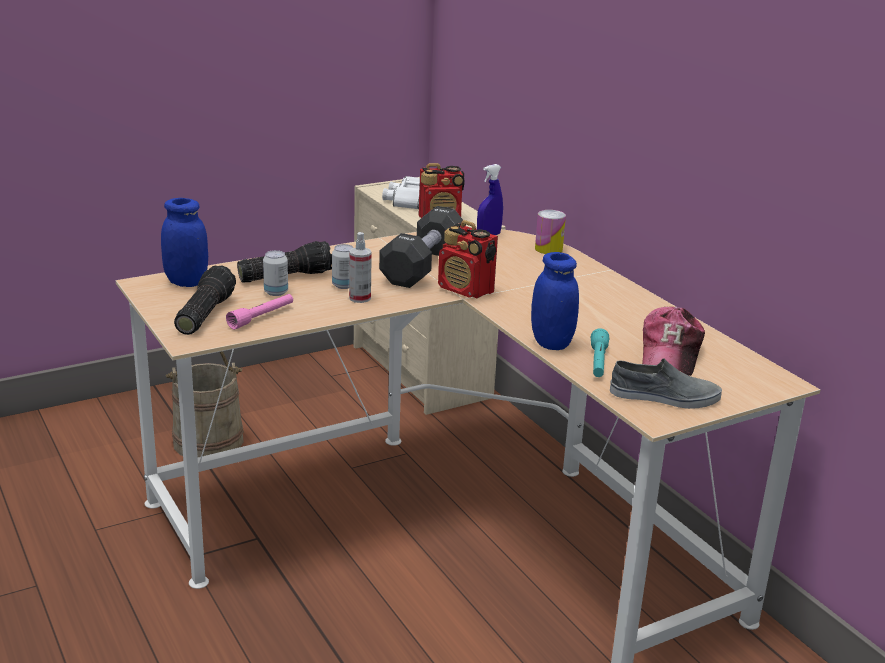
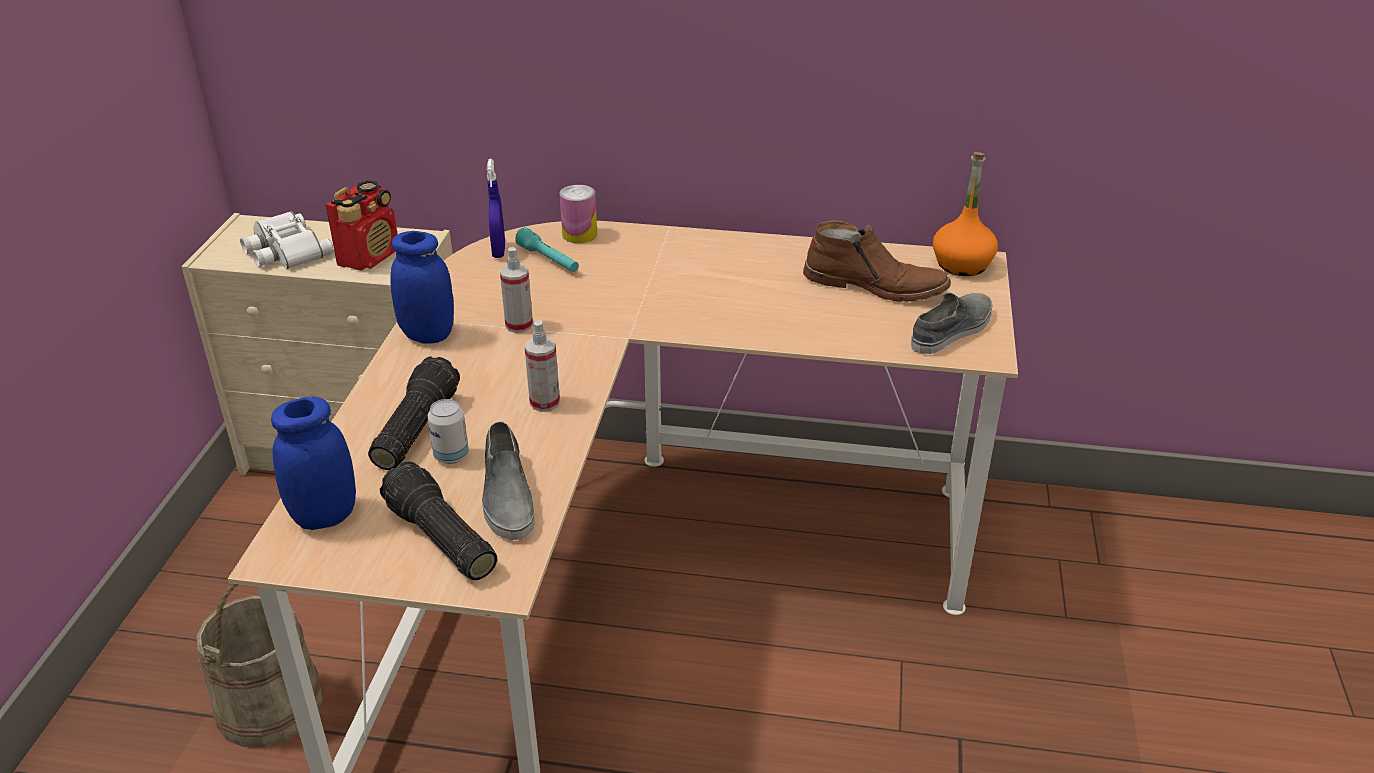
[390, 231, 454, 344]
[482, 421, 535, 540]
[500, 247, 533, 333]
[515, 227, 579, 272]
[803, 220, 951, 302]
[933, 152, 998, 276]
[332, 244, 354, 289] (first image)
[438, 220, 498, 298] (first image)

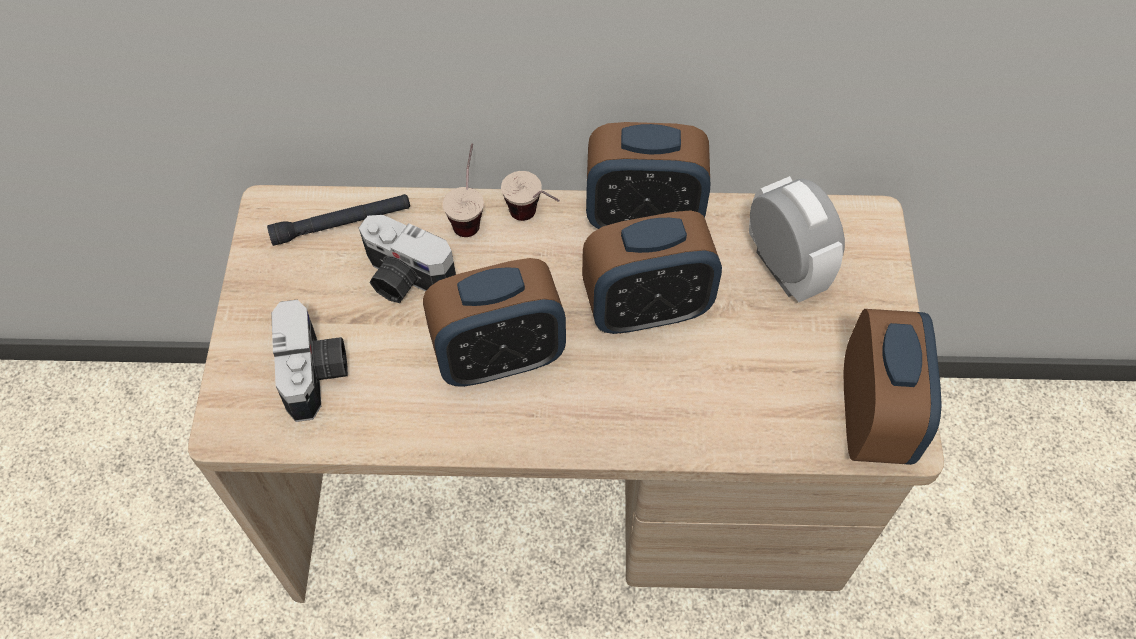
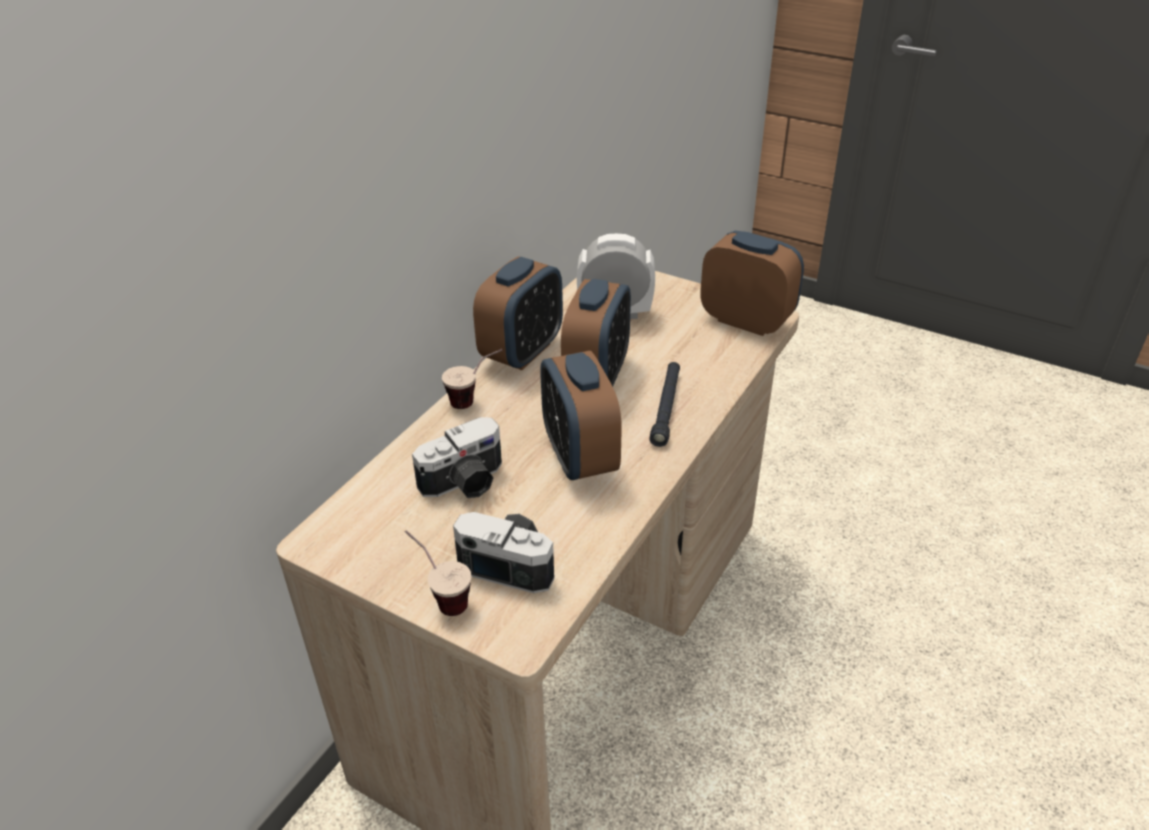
[405, 530, 471, 616]
[540, 351, 622, 480]
[649, 362, 680, 447]

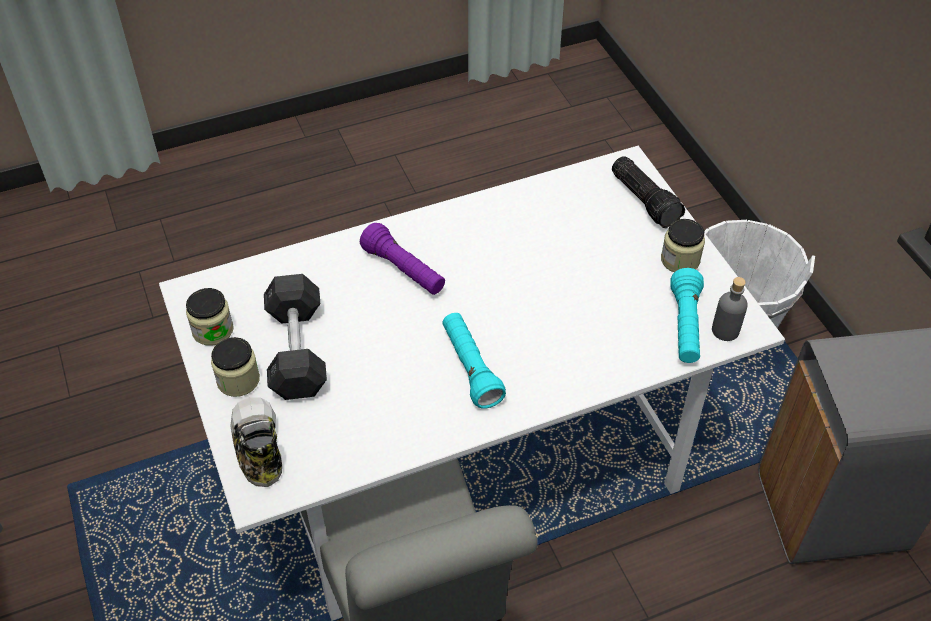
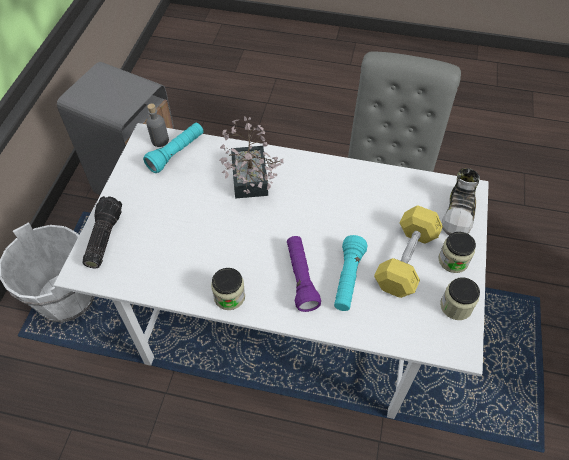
[211, 268, 245, 310]
[220, 116, 284, 199]
[334, 235, 367, 311]
[374, 205, 443, 298]

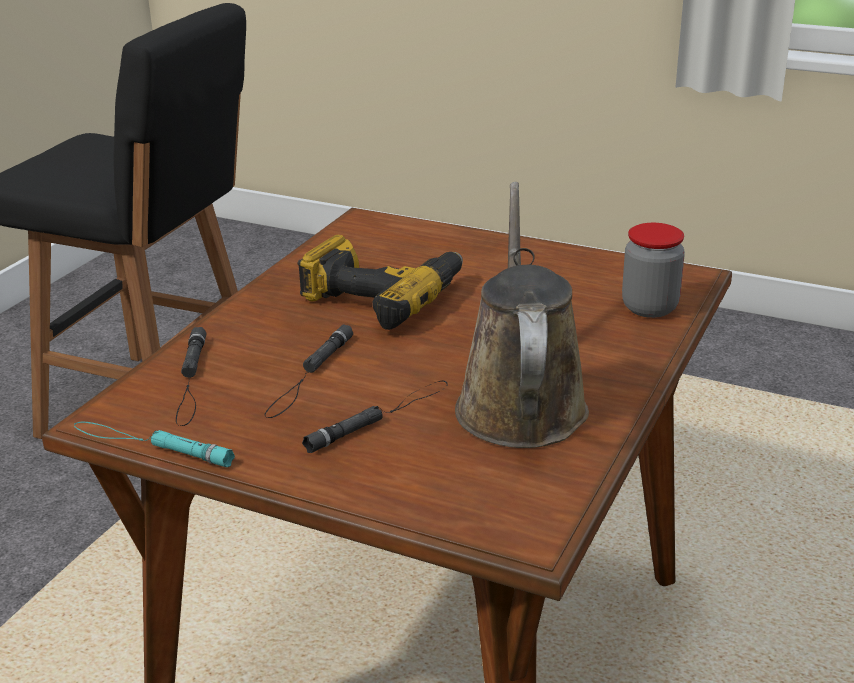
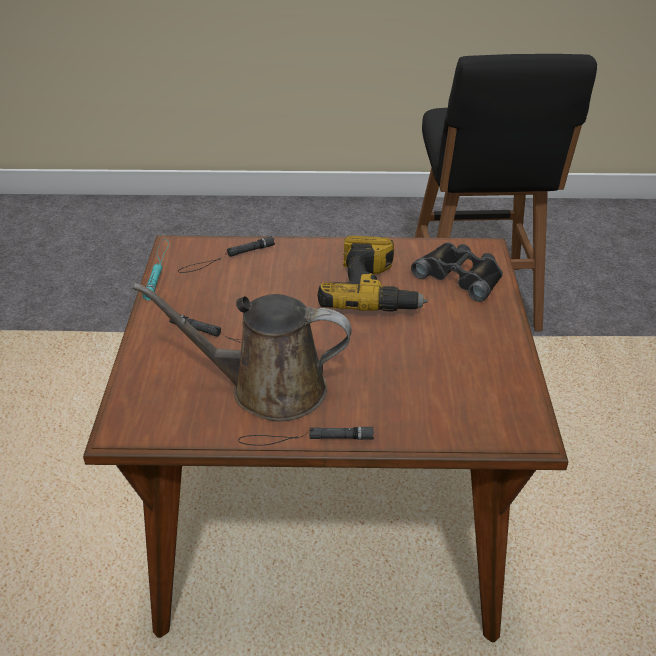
[133, 283, 352, 421]
[238, 426, 374, 446]
[411, 242, 503, 302]
[622, 223, 685, 318] (first image)

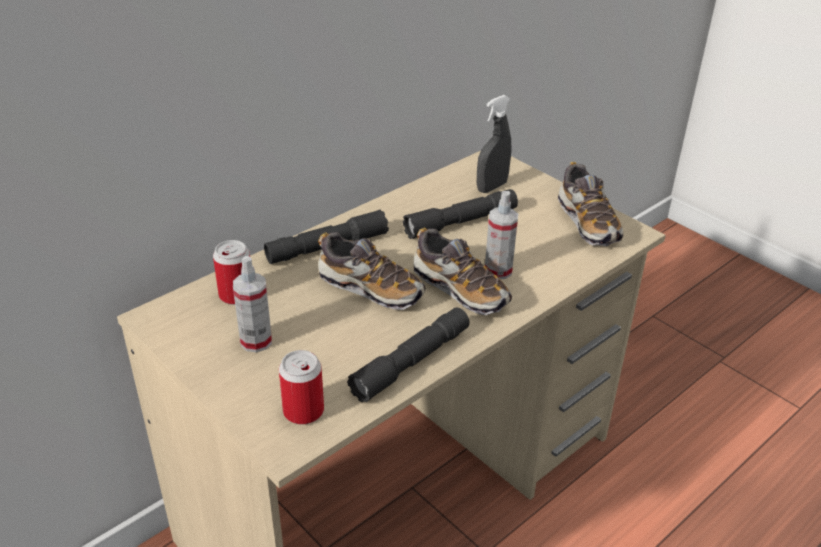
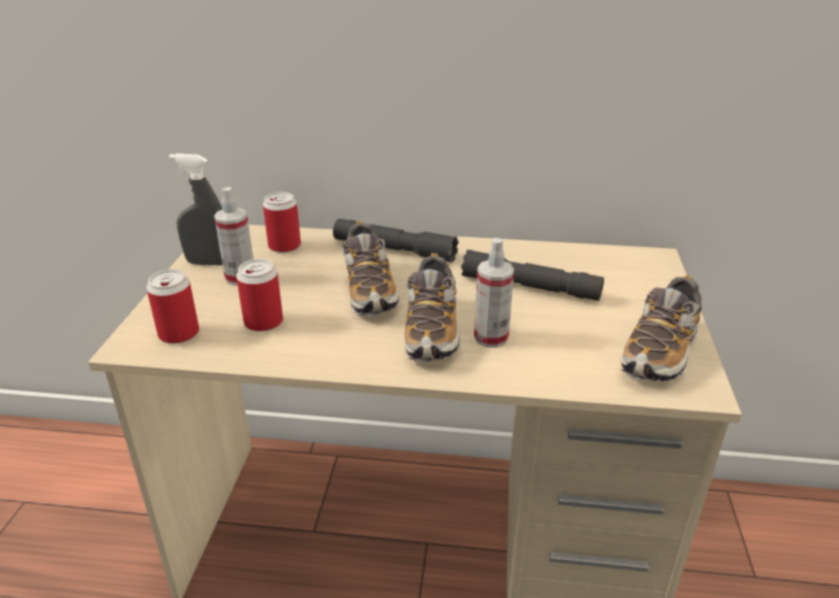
[169, 153, 223, 266]
[236, 259, 283, 332]
[347, 307, 470, 402] (first image)

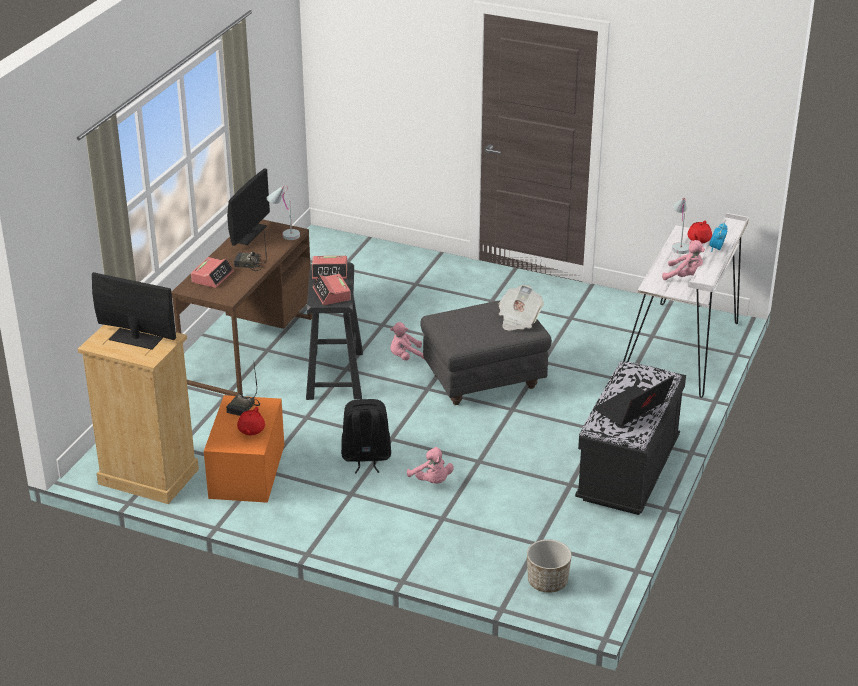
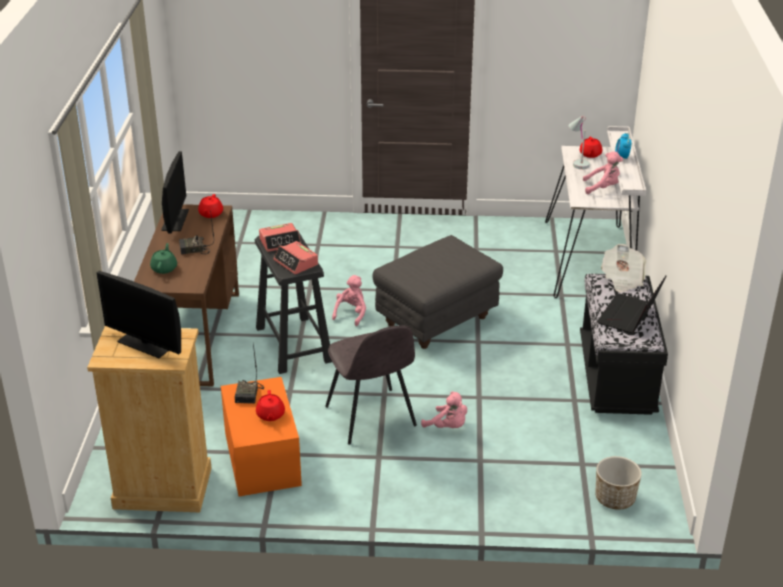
[96, 271, 181, 358]
[150, 243, 177, 274]
[198, 194, 223, 218]
[325, 325, 417, 445]
[332, 275, 366, 326]
[601, 244, 646, 292]

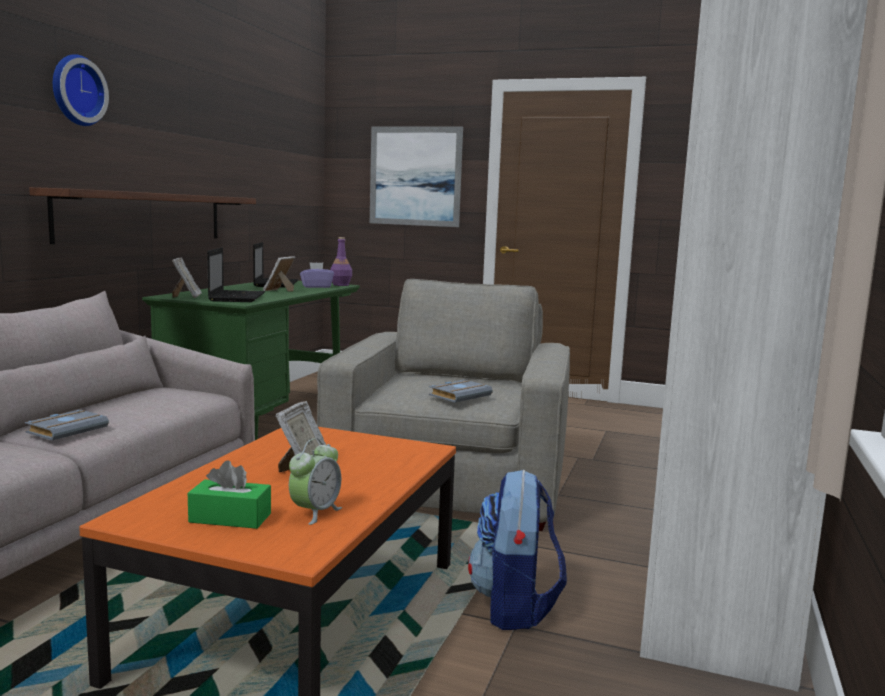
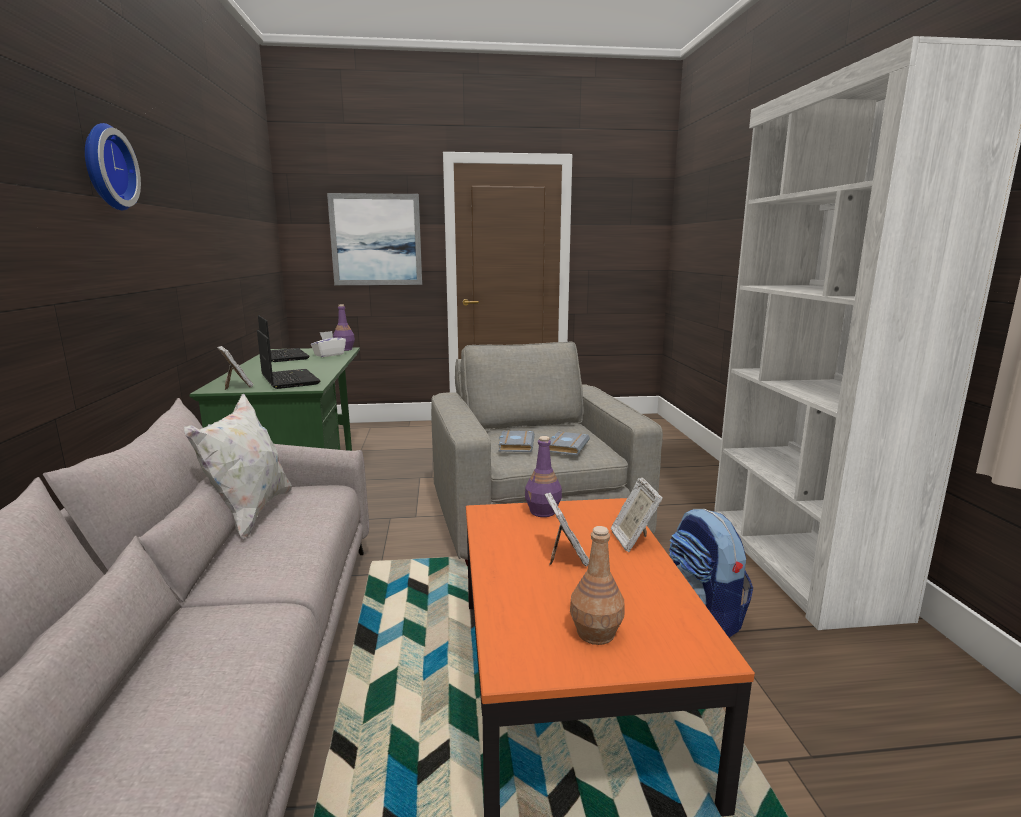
[184, 394, 292, 539]
[311, 331, 346, 357]
[498, 430, 535, 452]
[525, 436, 562, 517]
[570, 526, 624, 645]
[611, 477, 663, 552]
[29, 187, 256, 244] (first image)
[289, 438, 342, 525] (first image)

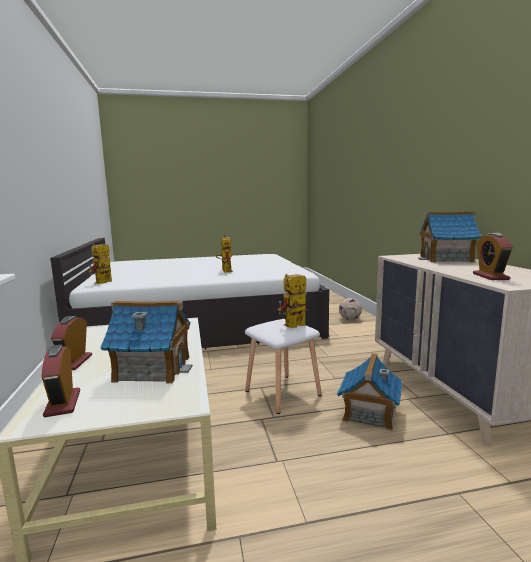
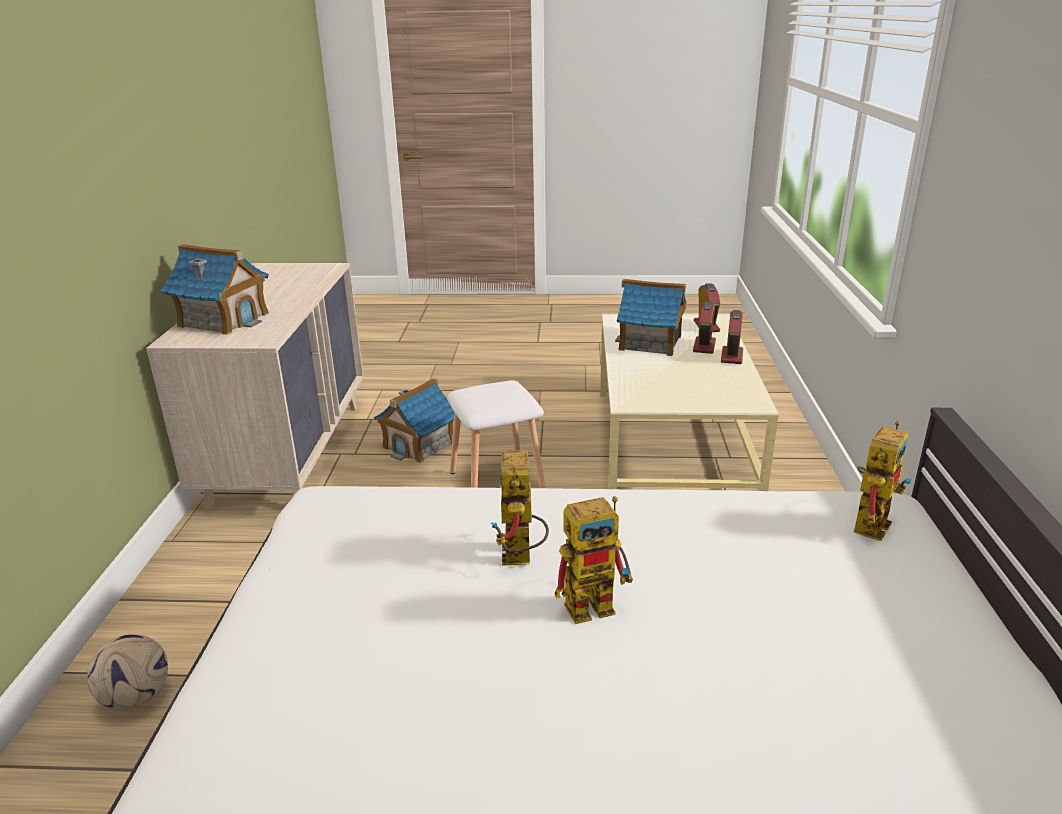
[555, 496, 633, 624]
[693, 301, 716, 354]

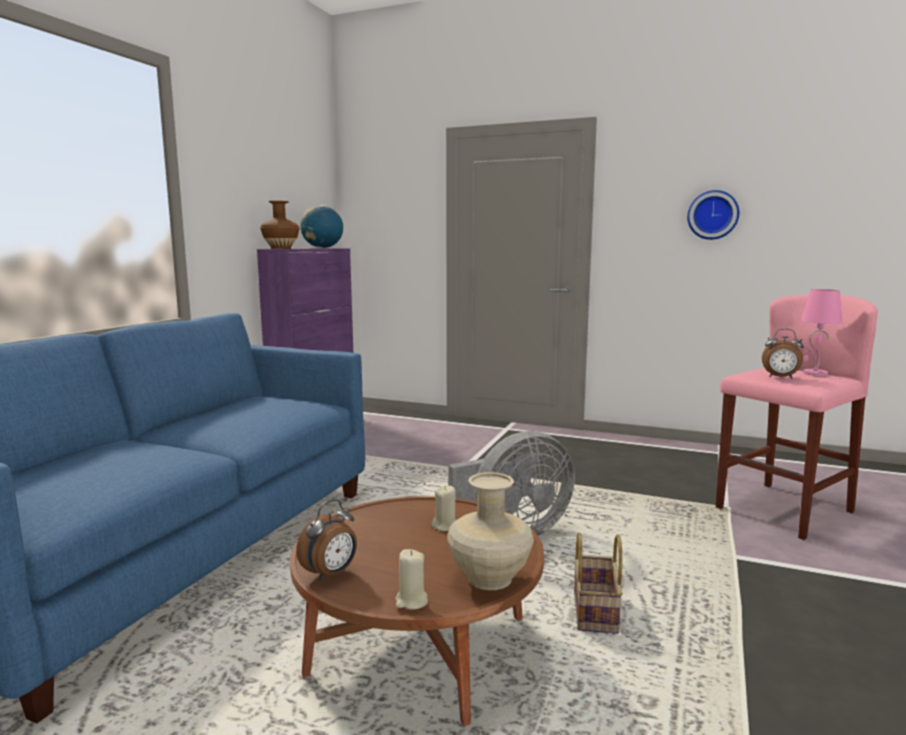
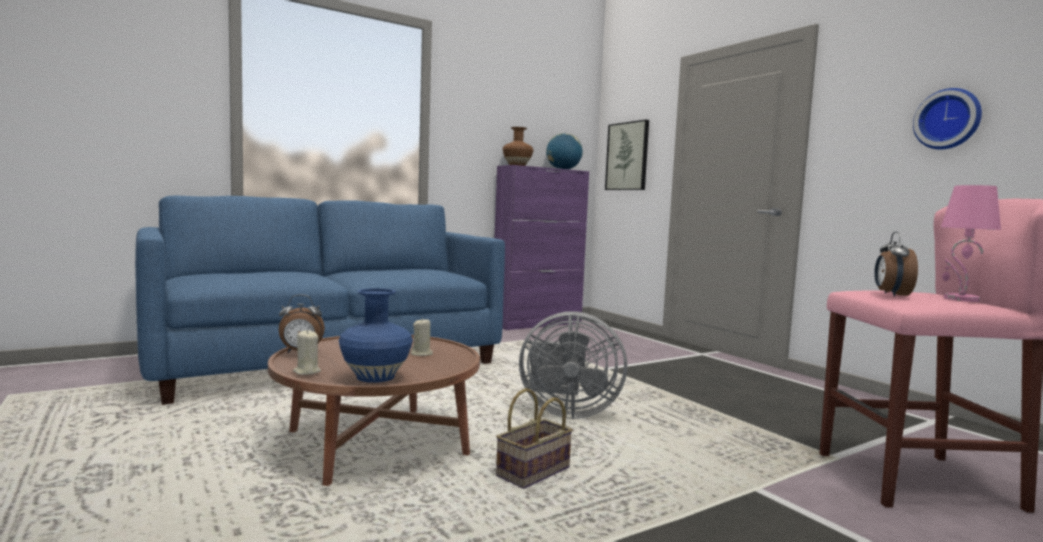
[339, 288, 413, 383]
[605, 120, 649, 190]
[874, 232, 918, 297]

